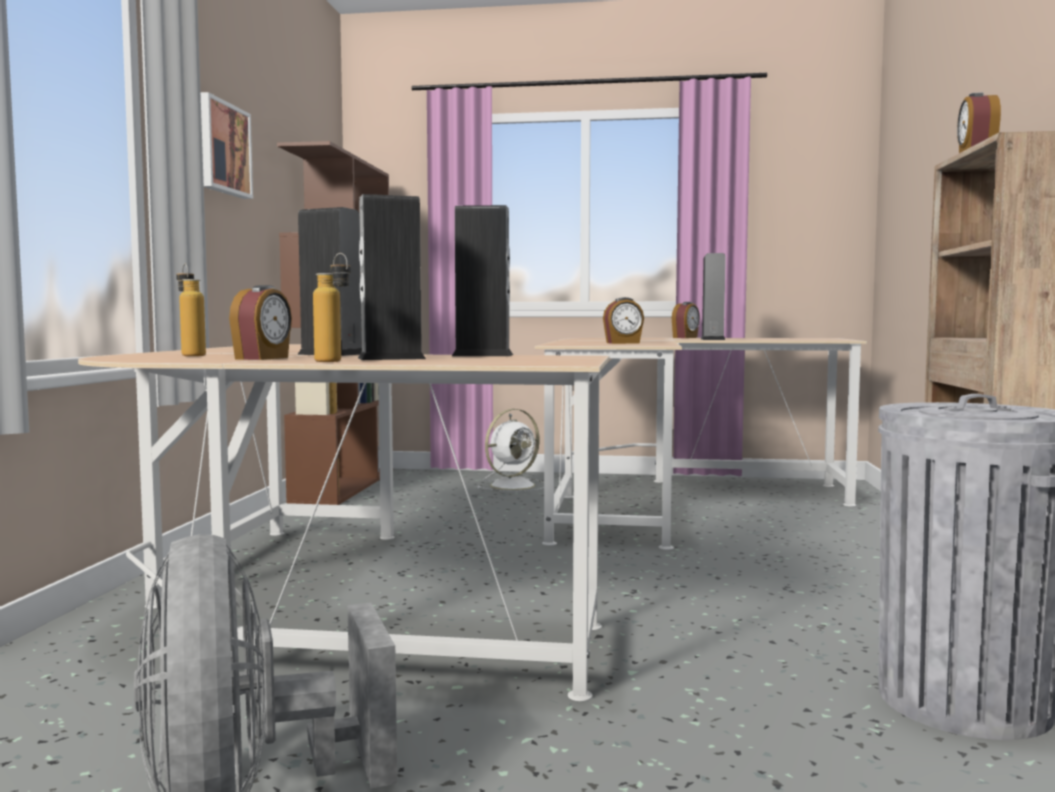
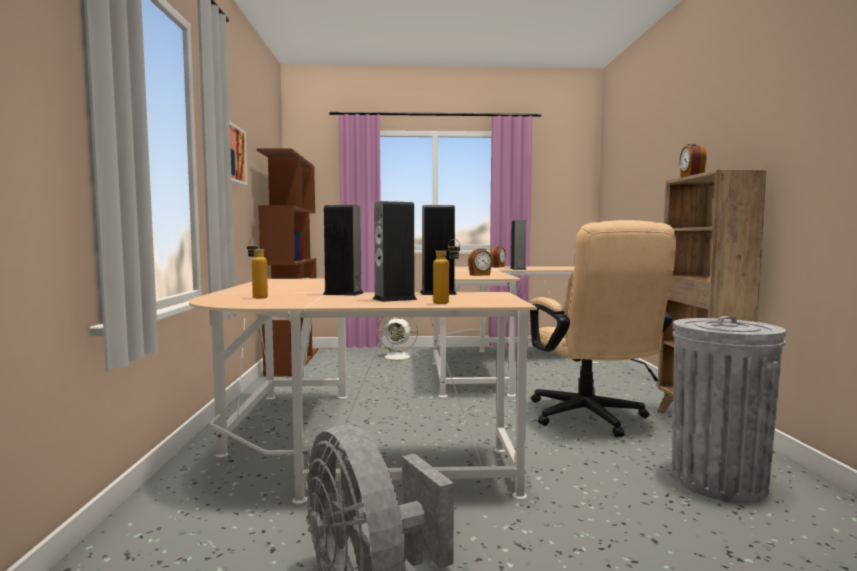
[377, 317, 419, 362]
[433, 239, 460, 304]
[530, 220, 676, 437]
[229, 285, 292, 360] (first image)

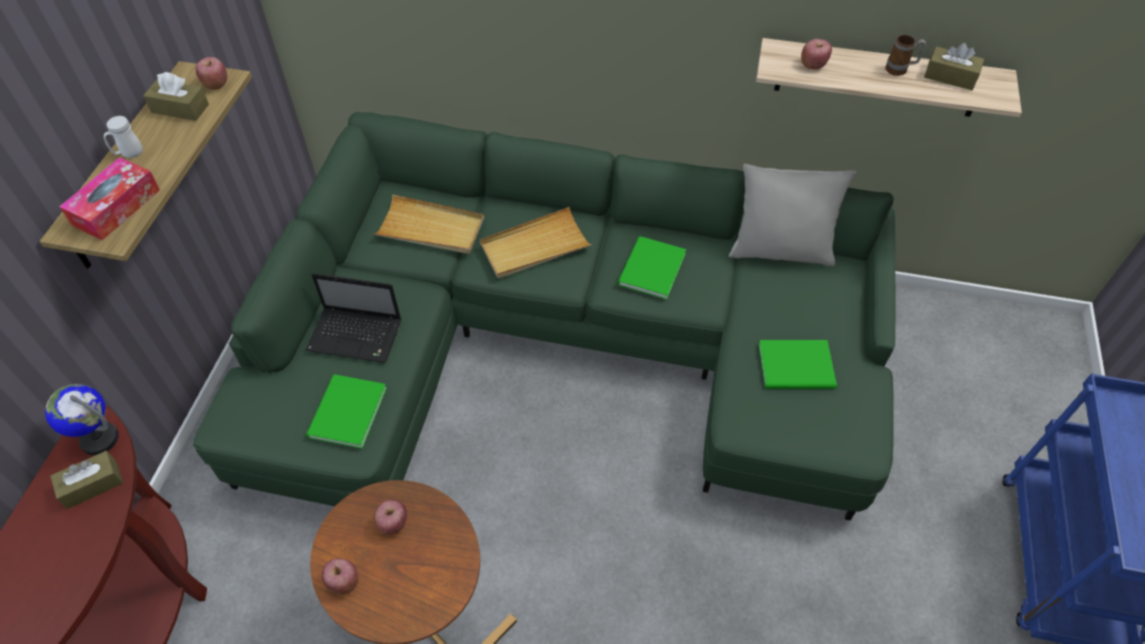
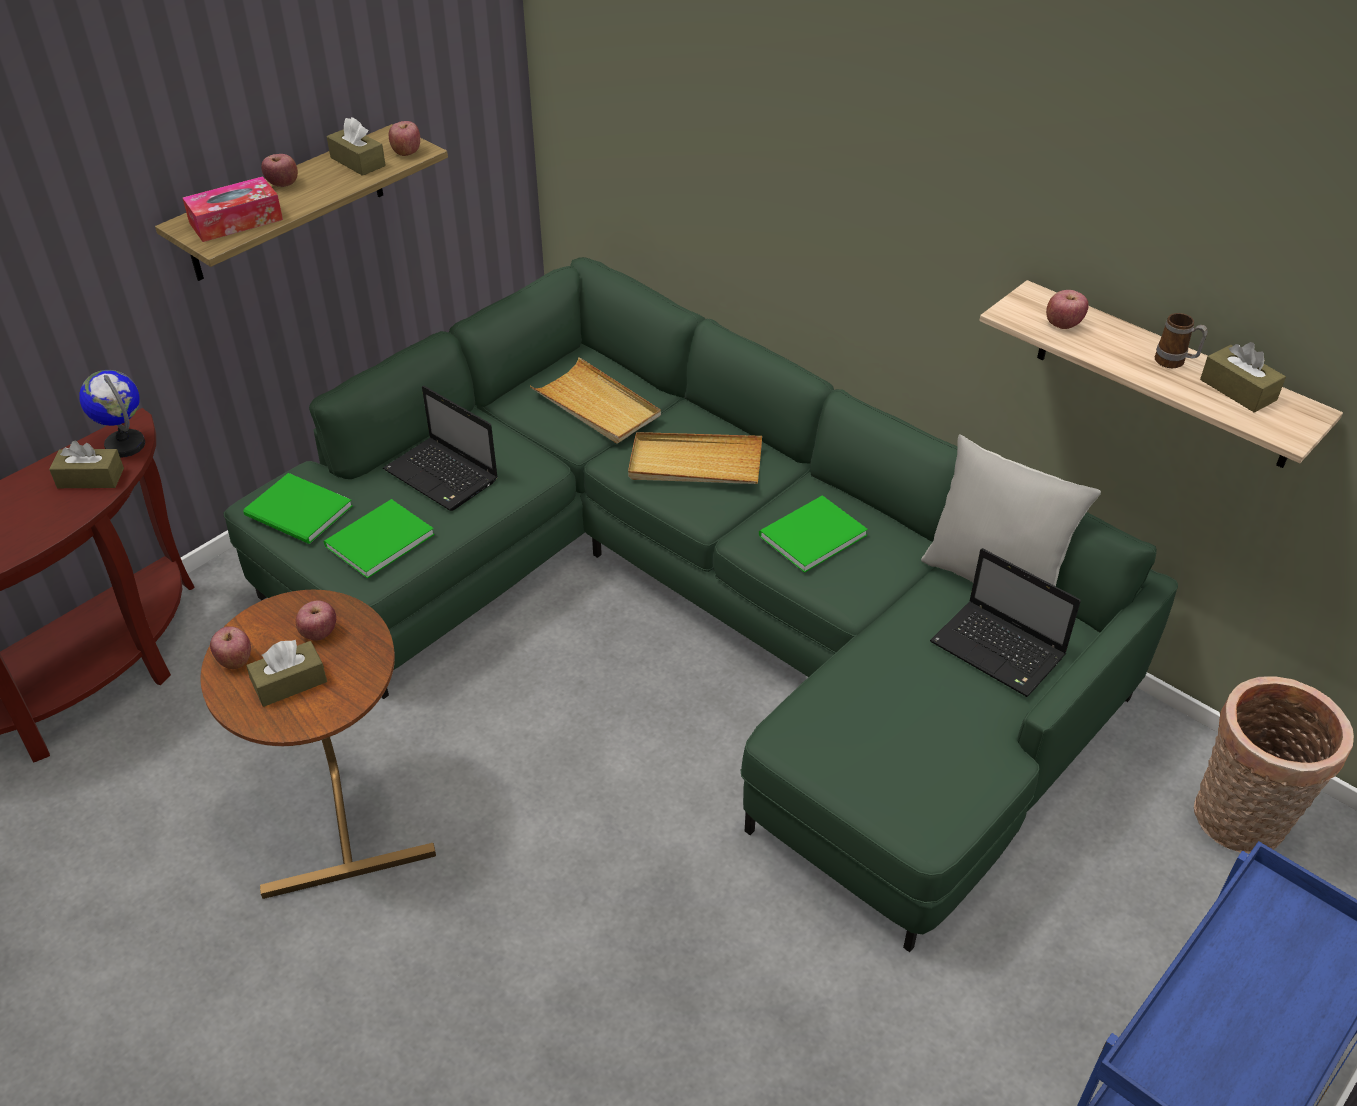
[243, 473, 353, 544]
[246, 639, 327, 707]
[261, 154, 298, 187]
[930, 548, 1081, 697]
[1194, 676, 1354, 854]

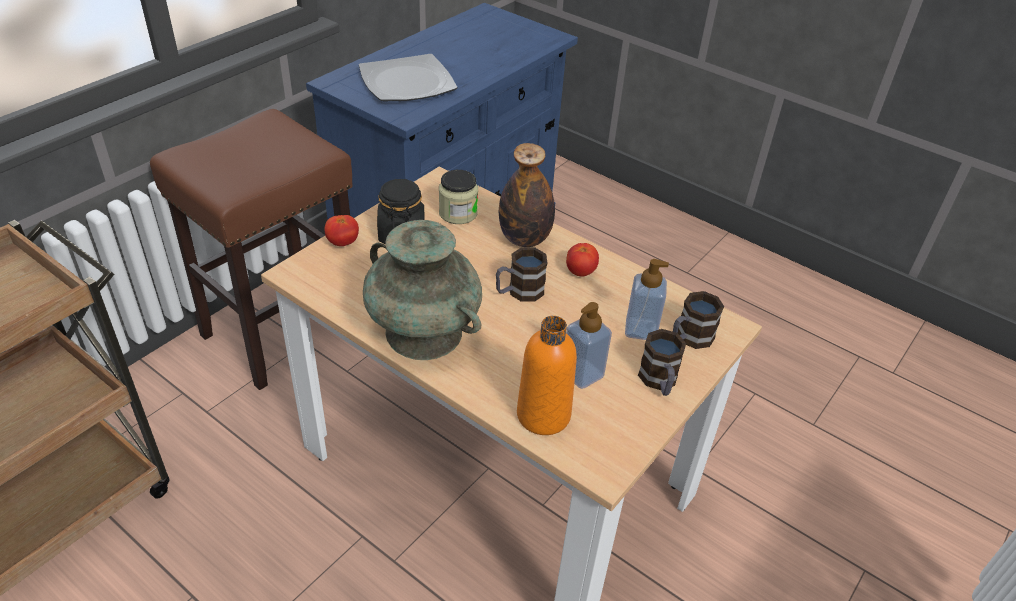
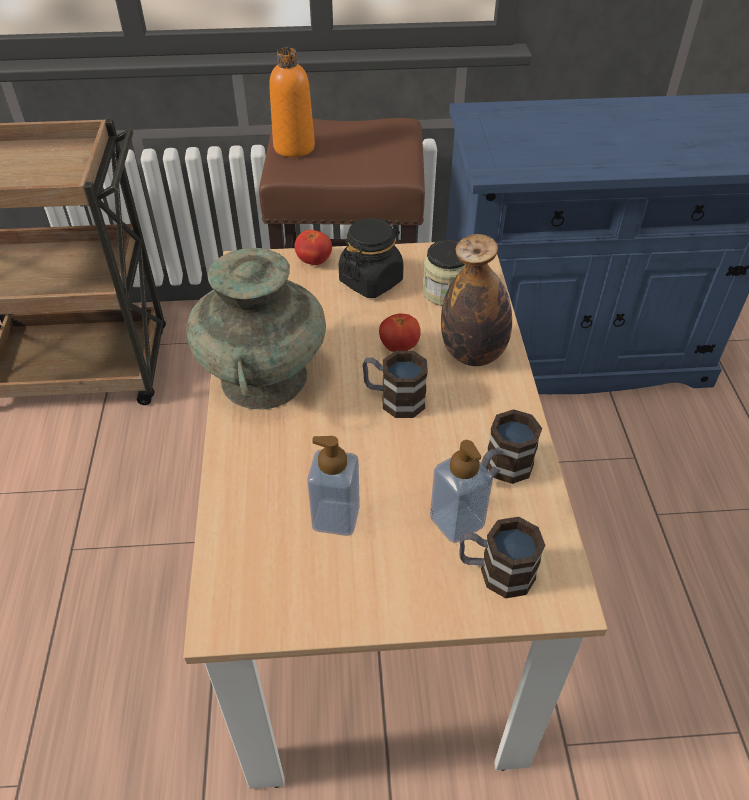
[269, 47, 315, 157]
[379, 314, 421, 352]
[482, 409, 542, 484]
[359, 54, 457, 101] (first image)

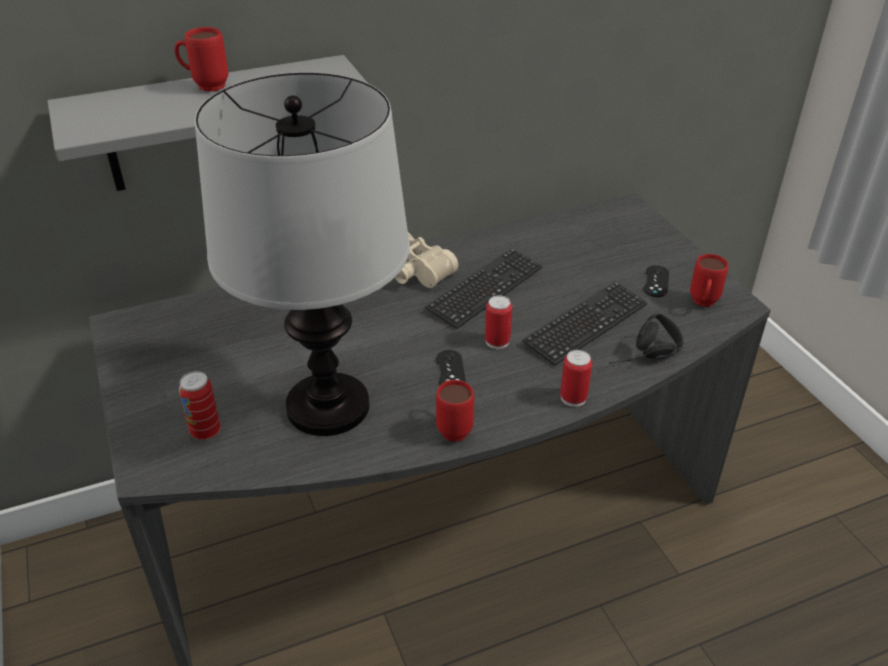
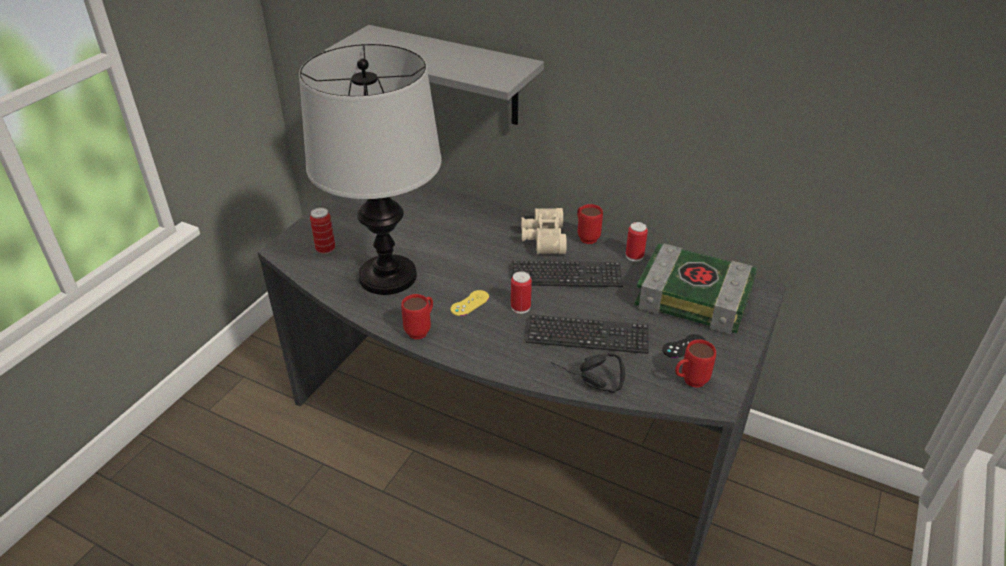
[451, 290, 489, 316]
[577, 204, 603, 244]
[626, 222, 648, 262]
[634, 243, 757, 334]

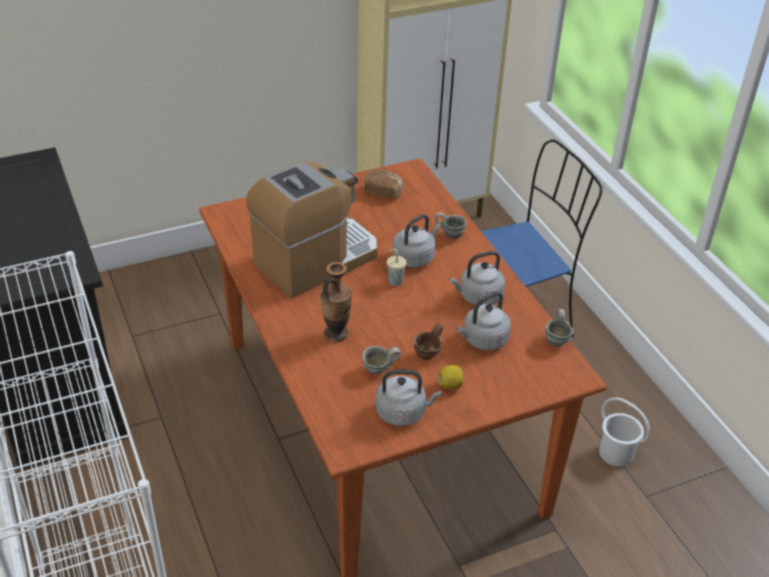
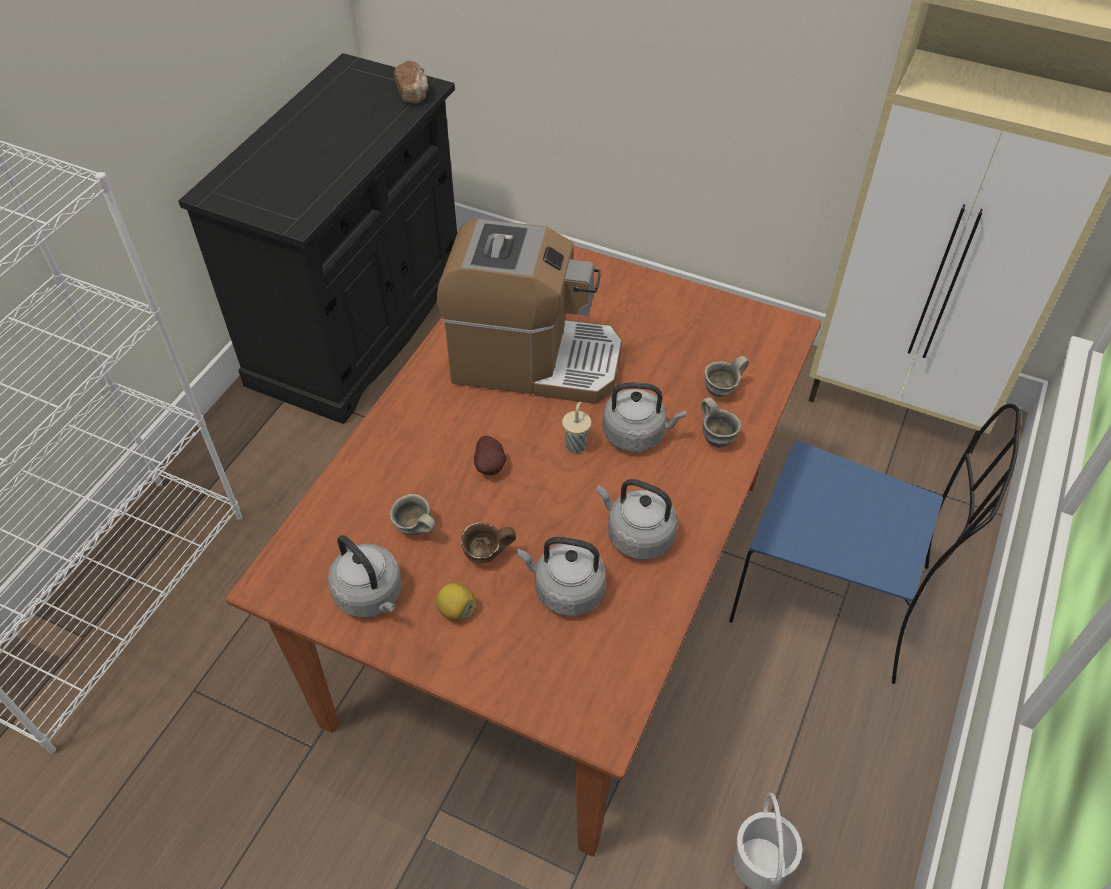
[394, 61, 428, 103]
[474, 436, 506, 475]
[704, 356, 749, 397]
[320, 262, 352, 342] (first image)

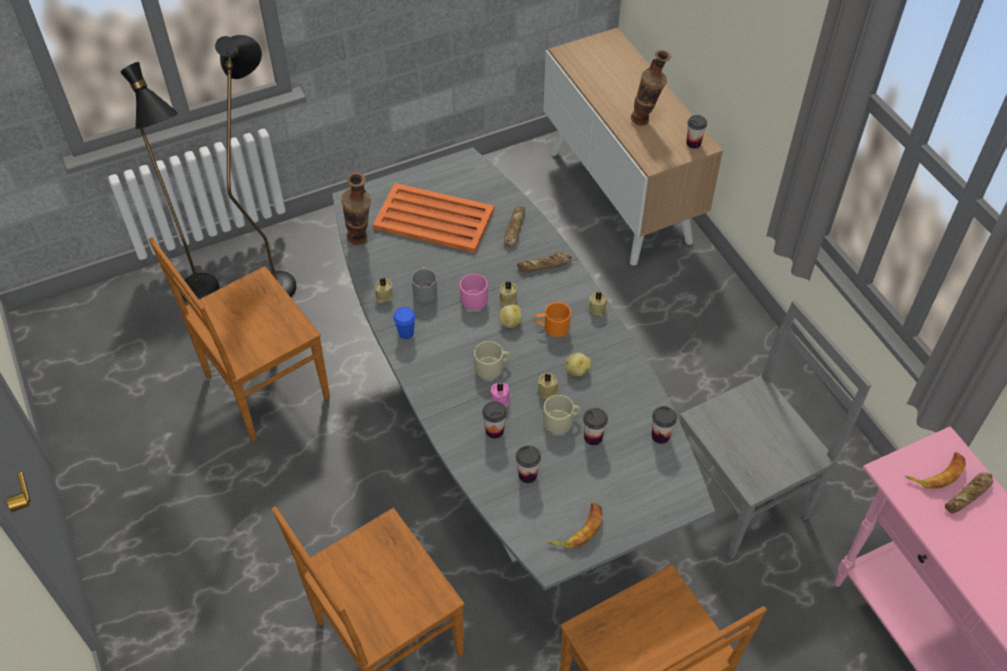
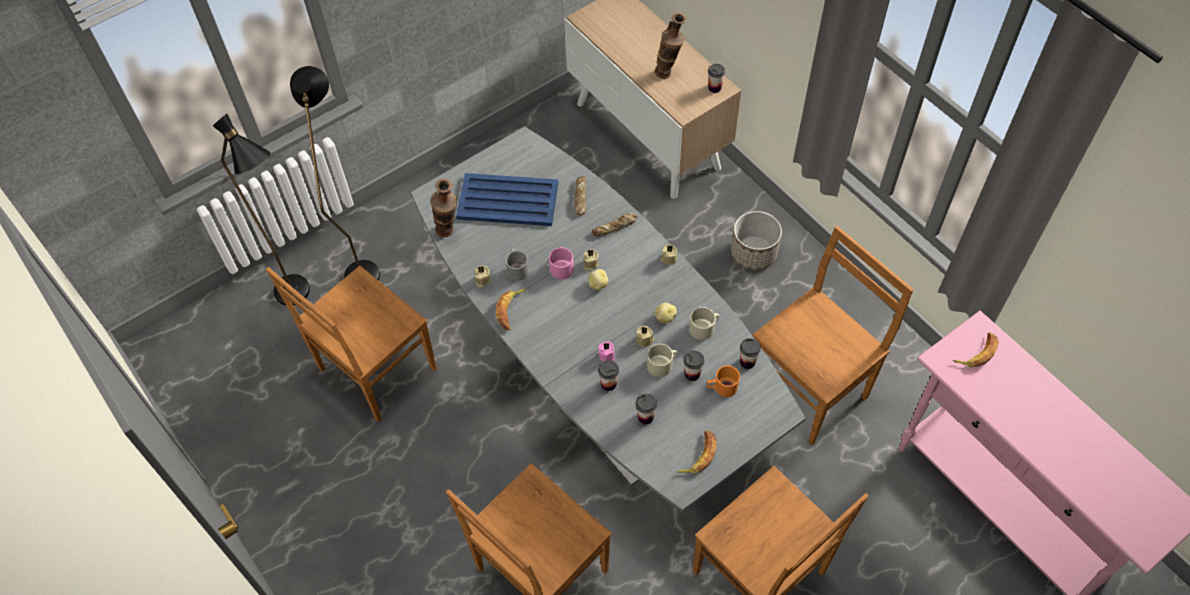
[456, 173, 558, 226]
[496, 289, 527, 330]
[689, 307, 720, 340]
[707, 365, 740, 397]
[731, 211, 782, 270]
[752, 226, 913, 445]
[945, 472, 993, 514] (first image)

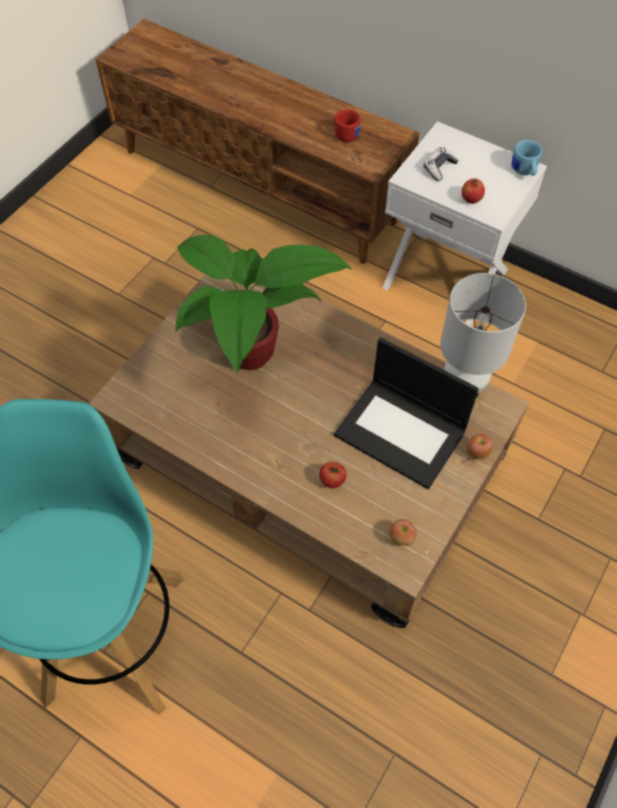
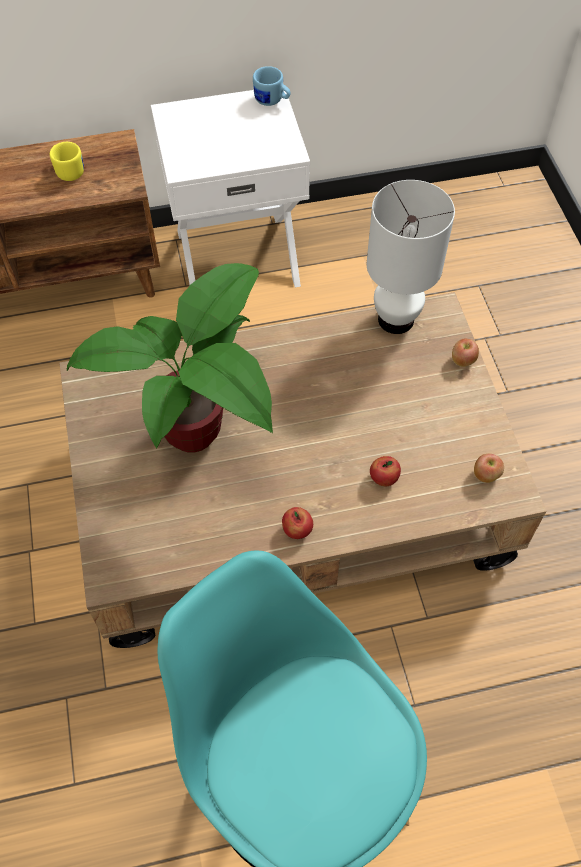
[50, 142, 84, 181]
[282, 507, 313, 539]
[334, 337, 479, 489] (first image)
[424, 147, 459, 181] (first image)

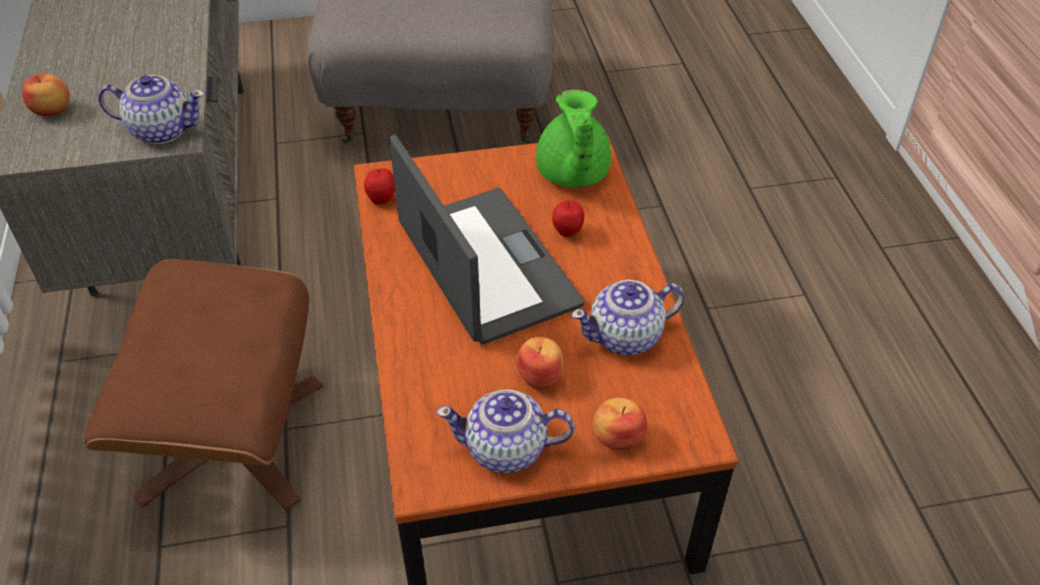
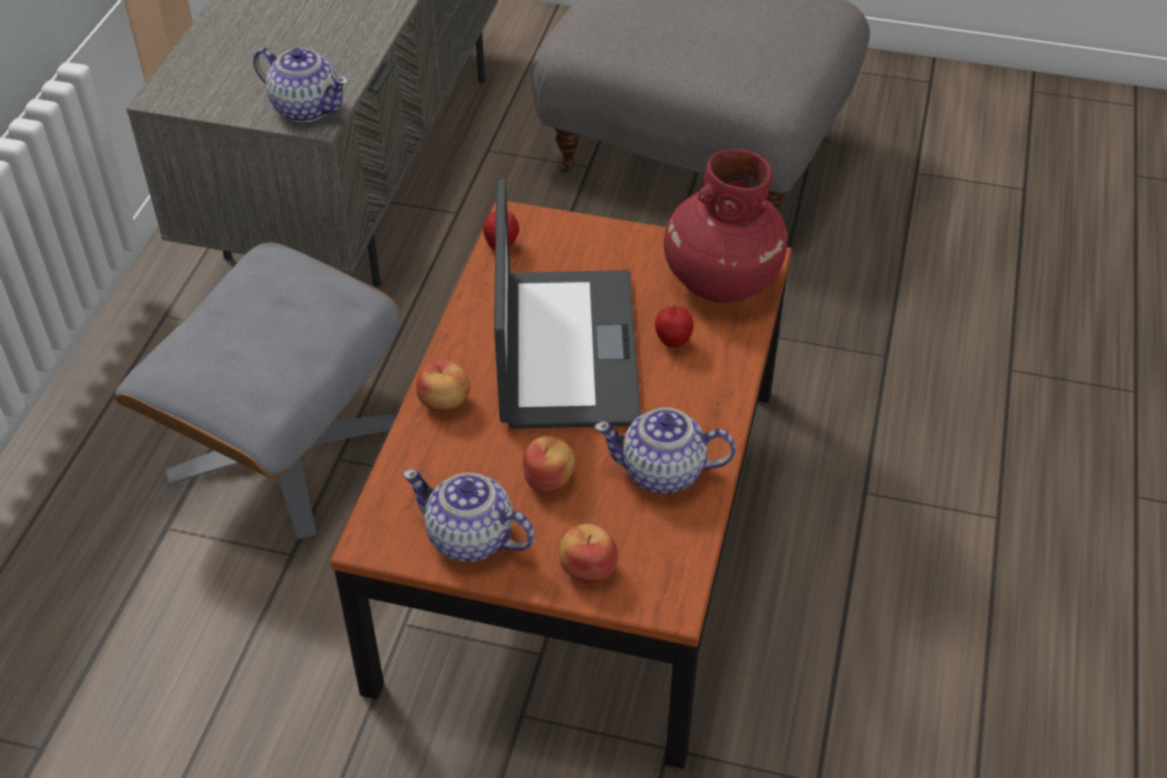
[115, 242, 401, 539]
[416, 360, 470, 412]
[664, 149, 787, 303]

